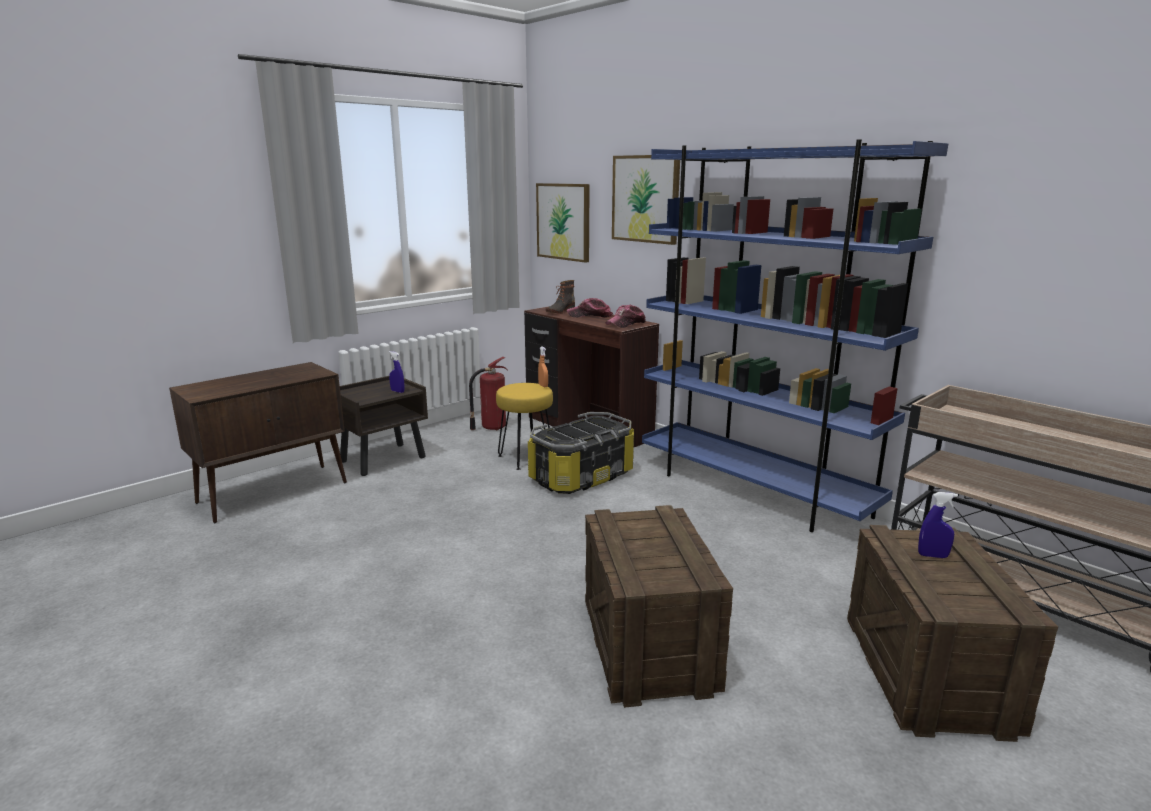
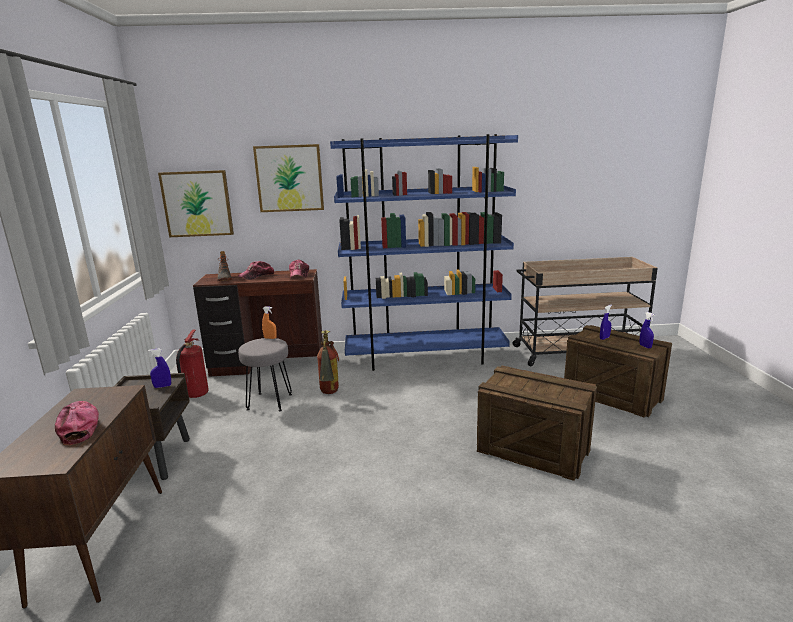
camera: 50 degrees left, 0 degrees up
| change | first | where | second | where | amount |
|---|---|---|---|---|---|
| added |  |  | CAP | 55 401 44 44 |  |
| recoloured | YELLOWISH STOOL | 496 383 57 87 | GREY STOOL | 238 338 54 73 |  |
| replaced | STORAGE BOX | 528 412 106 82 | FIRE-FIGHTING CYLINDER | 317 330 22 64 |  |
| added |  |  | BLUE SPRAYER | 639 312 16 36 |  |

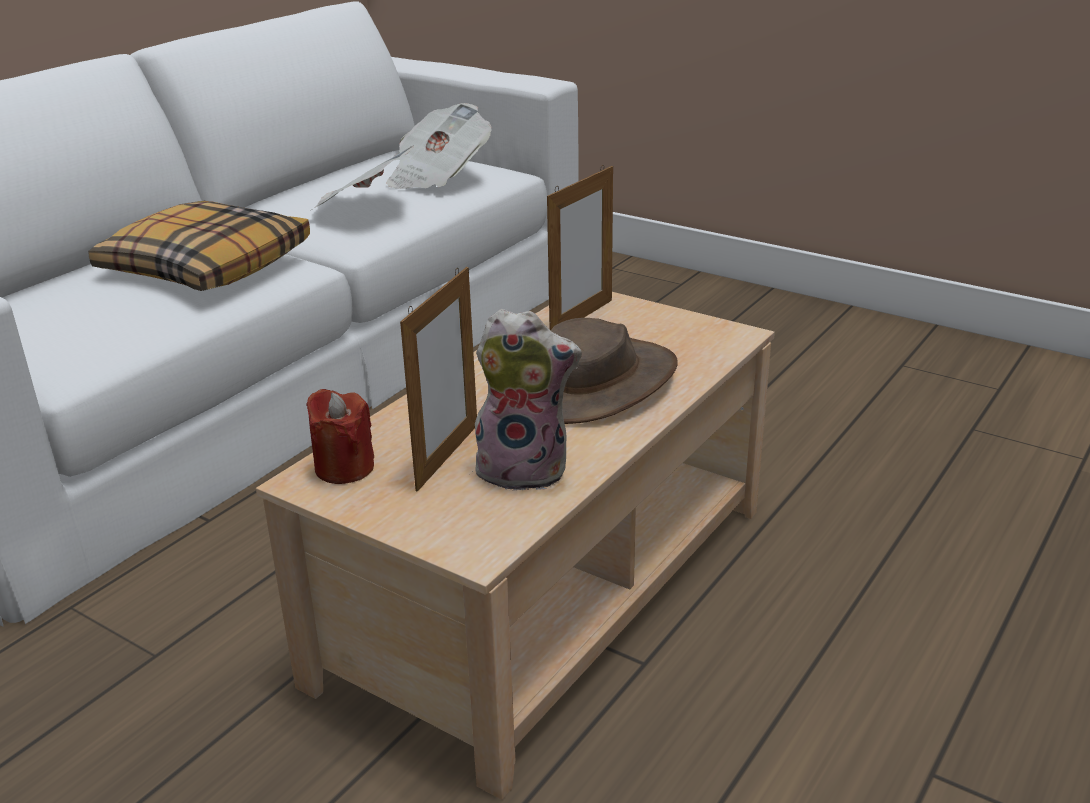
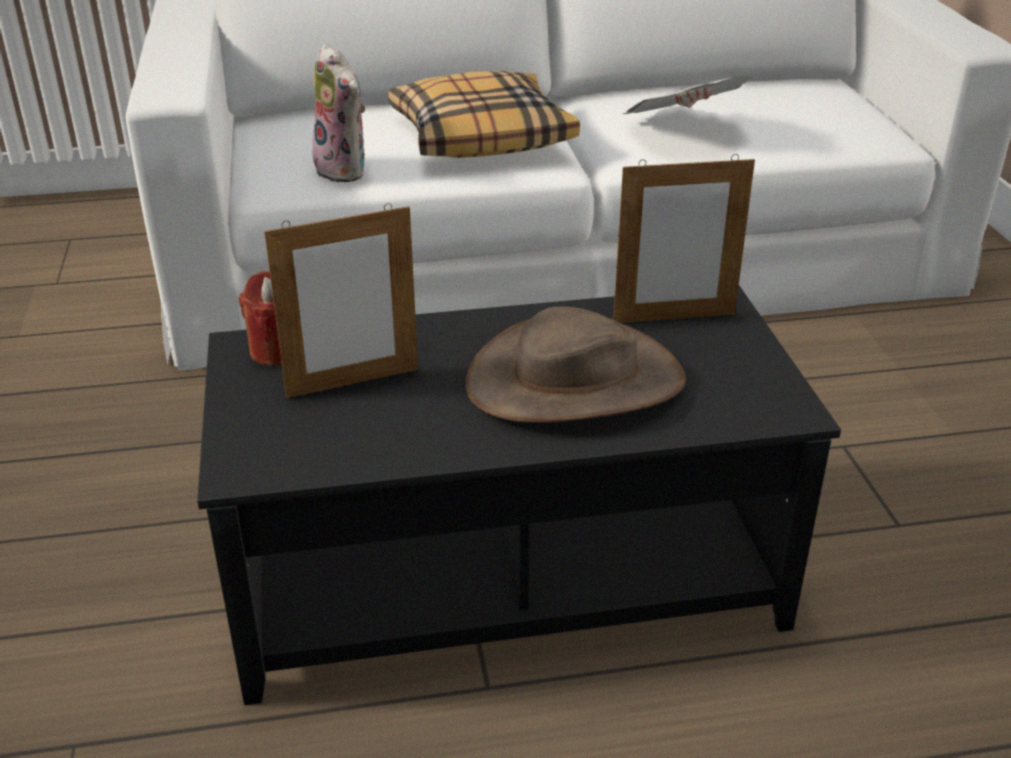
camera: 45 degrees right, 5 degrees up
| change | first | where | second | where | amount |
|---|---|---|---|---|---|
| recoloured | SAND-COLOURED COFFEE TABLE | 256 292 519 508 | BLACK COFFEE TABLE | 197 286 644 419 |  |
| moved | PLUSH TOY | 472 309 110 182 |  | 312 44 53 139 |  |
| removed | PRINTED PAPER | 387 103 104 86 |  |  |  |

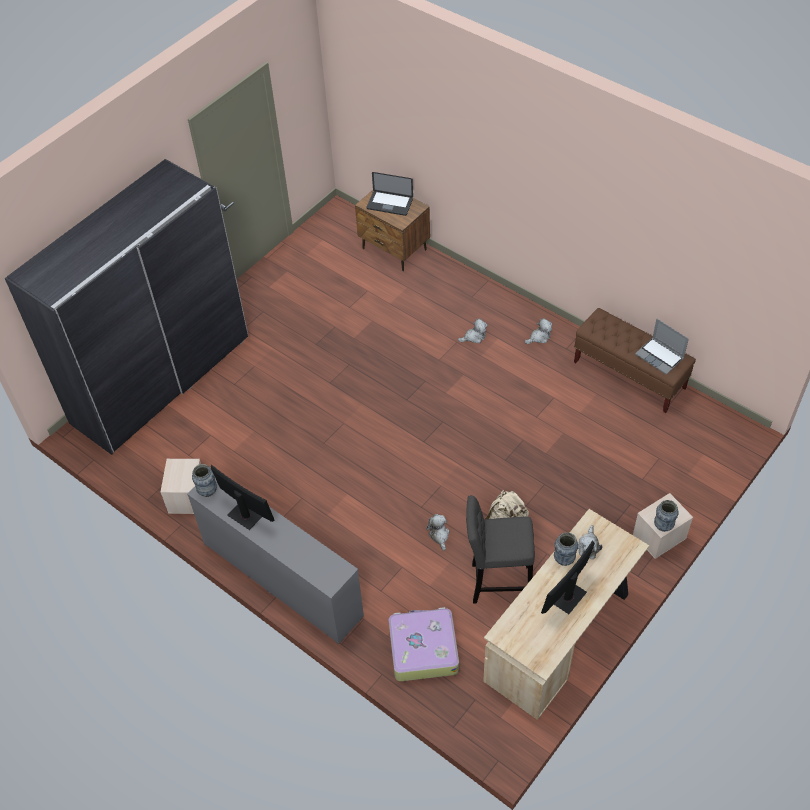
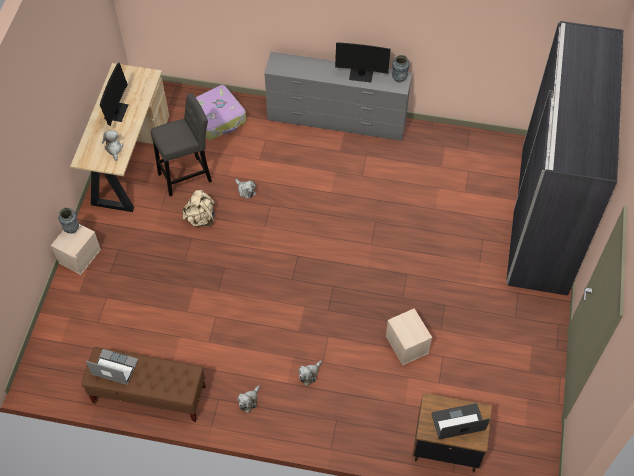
camera: 150 degrees right, 5 degrees up
| change | first | where | second | where | amount |
|---|---|---|---|---|---|
| moved | SAND-COLOURED STORAGE BOX | 160 459 41 55 |  | 386 308 46 57 |  |
| removed | FLOWER VASE | 554 532 24 34 |  |  |  |

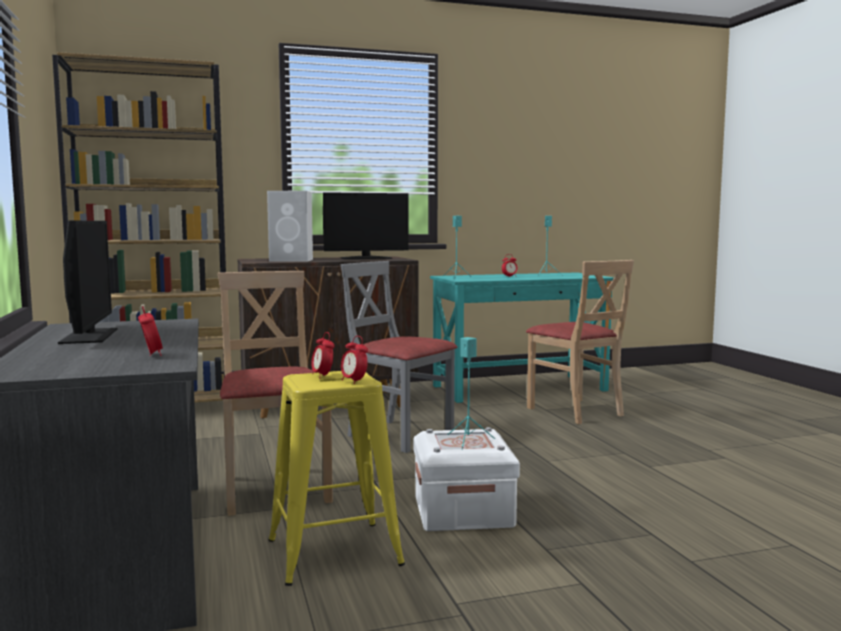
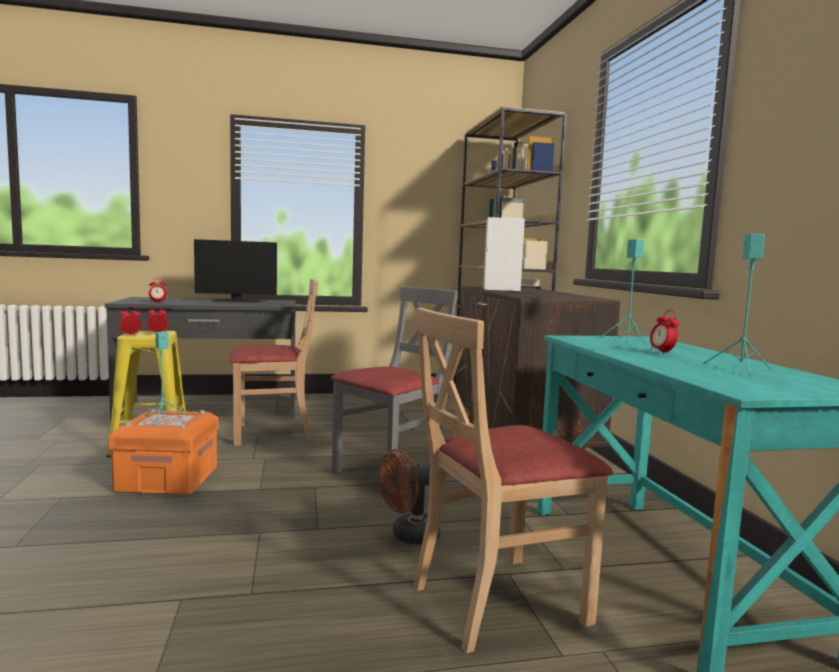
camera: 95 degrees right, 0 degrees up
| change | first | where | second | where | amount |
|---|---|---|---|---|---|
| recoloured | WHITE-COLOURED STORAGE BOX | 414 427 106 104 | ORANGE-COLOURED STORAGE BOX | 108 409 111 85 |  |
| added |  |  | BROWNISH COOLING FAN | 379 449 61 95 |  |
| removed | COMPUTER SCREEN | 323 192 86 67 |  |  |  |

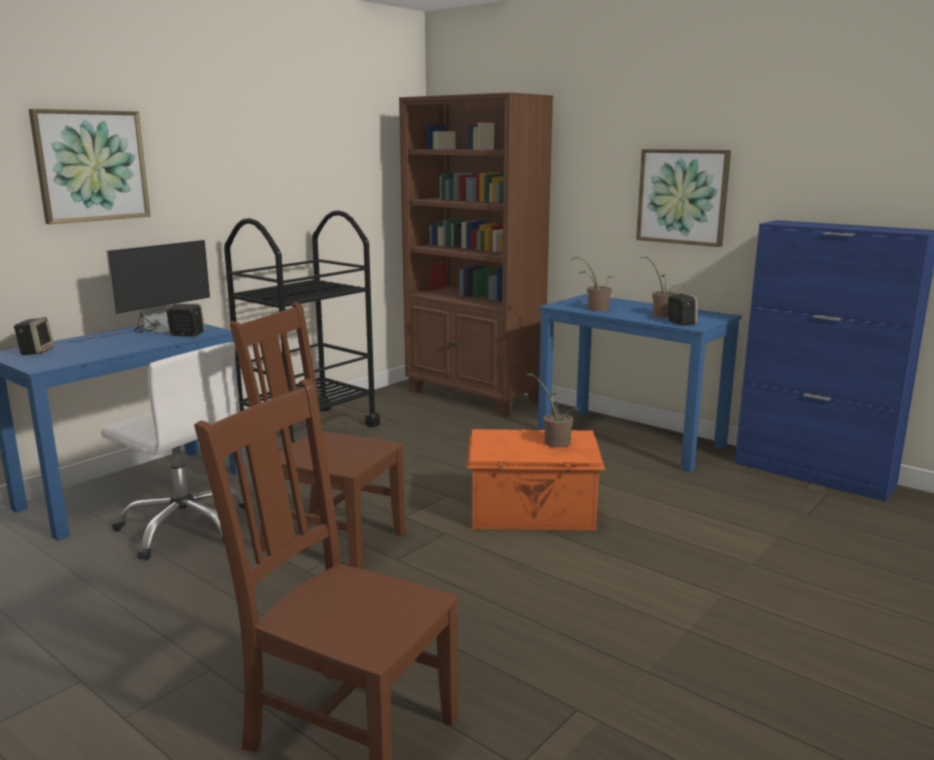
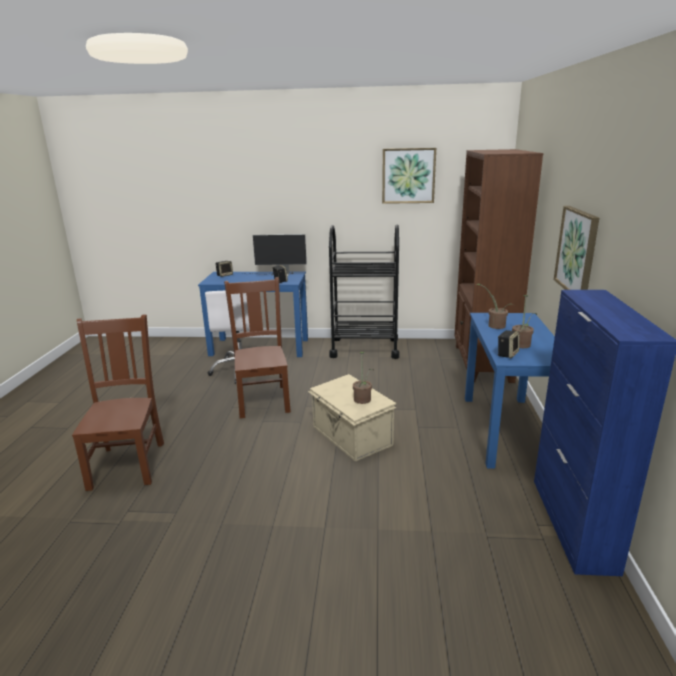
camera: 55 degrees right, 5 degrees up
| change | first | where | second | where | amount |
|---|---|---|---|---|---|
| recoloured | ORANGE-COLOURED STORAGE BOX | 467 429 138 102 | SAND-COLOURED STORAGE BOX | 308 374 88 88 |  |
| moved | WALL ART | 29 109 121 115 |  | 382 148 54 56 |  |

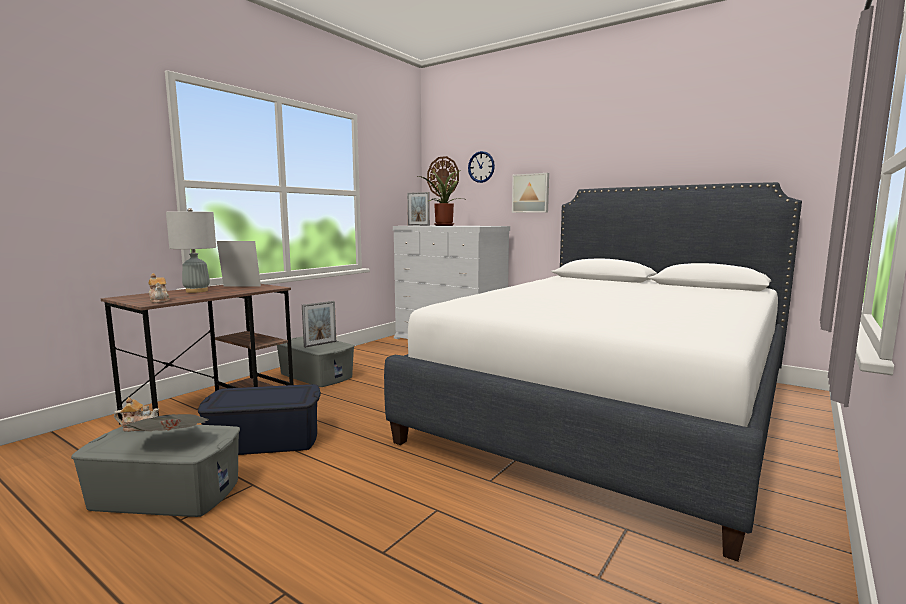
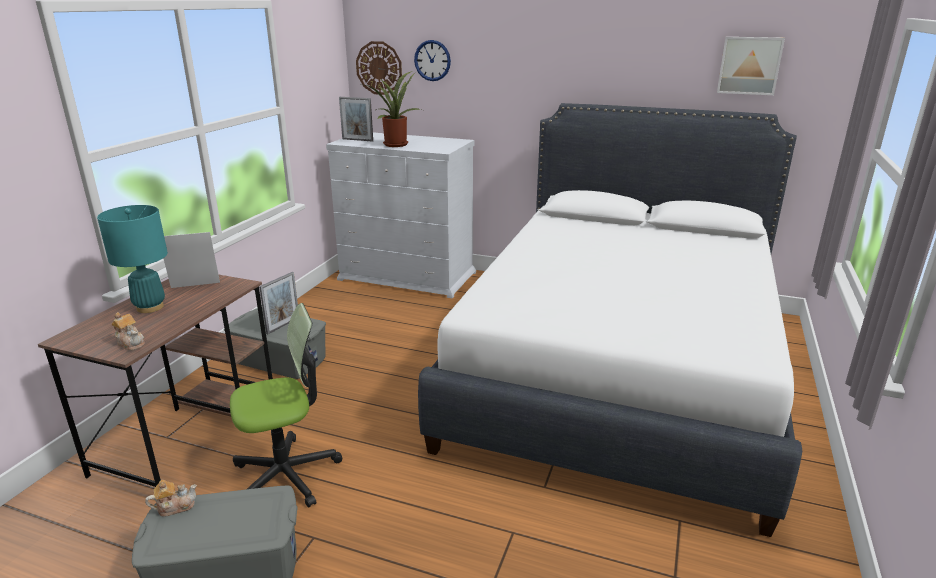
camera: 15 degrees left, 15 degrees up
| change | first | where | second | where | amount |
|---|---|---|---|---|---|
| recoloured | GREY TABLE LAMP | 166 208 50 85 | TURQUOISE TABLE LAMP | 97 205 71 108 |  |
| replaced | BLUE STORAGE BOX | 198 384 123 71 | OFFICE CHAIR | 230 303 112 205 |  |
| moved | WALL ART | 512 173 37 40 |  | 717 37 68 58 |  |
| removed | PRINTED PAPER | 123 414 86 17 |  |  |  |

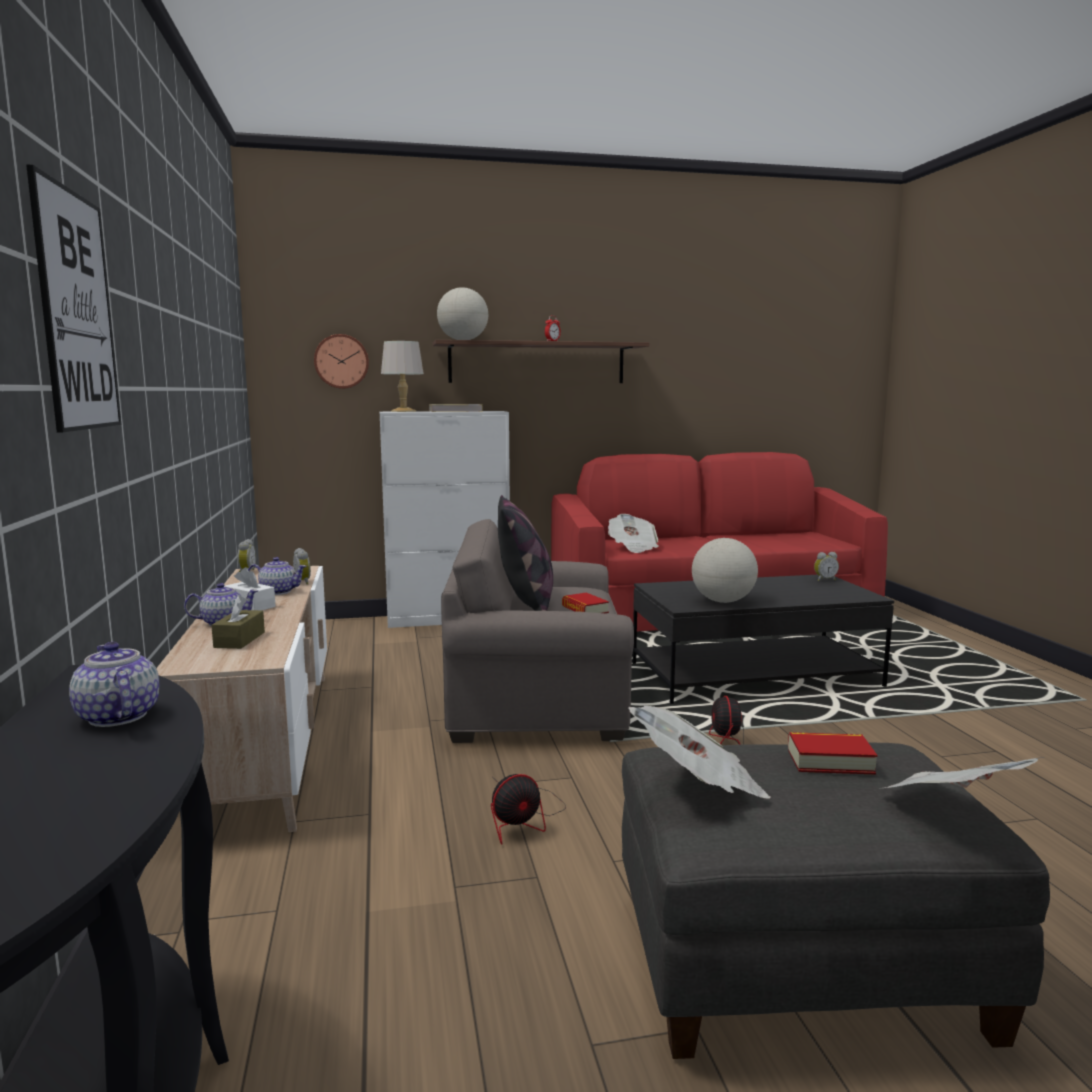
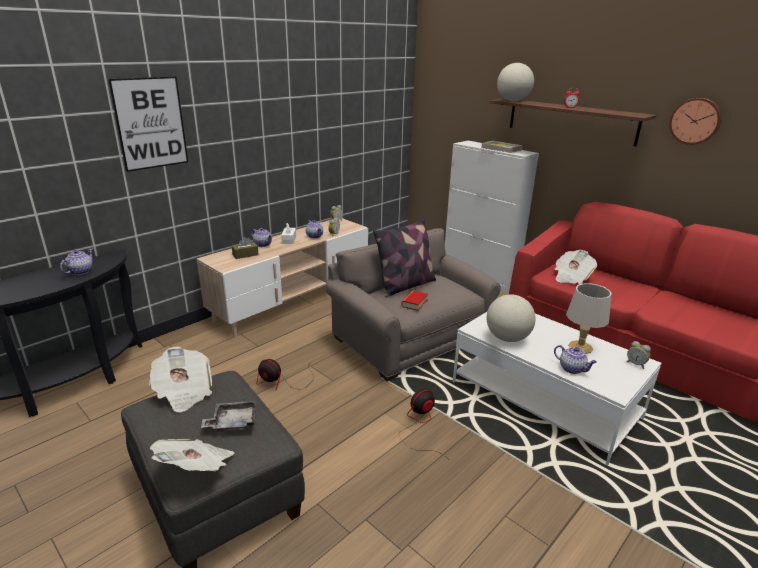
camera: 55 degrees right, 15 degrees up
| change | first | where | second | where | amount |
|---|---|---|---|---|---|
| replaced | BOUND BOOK | 788 732 90 43 | GREY TRAY | 201 401 55 31 |  |
| recoloured | BLACK COFFEE TABLE | 633 575 261 129 | WHITE-COLOURED COFFEE TABLE | 453 312 209 154 |  |
| added |  |  | TEA POT | 554 345 43 29 |  |
| moved | GREY TABLE LAMP | 381 341 43 71 |  | 566 283 46 71 |  |
| moved | HANGING CLOCK | 314 334 55 55 |  | 669 98 53 47 |  |

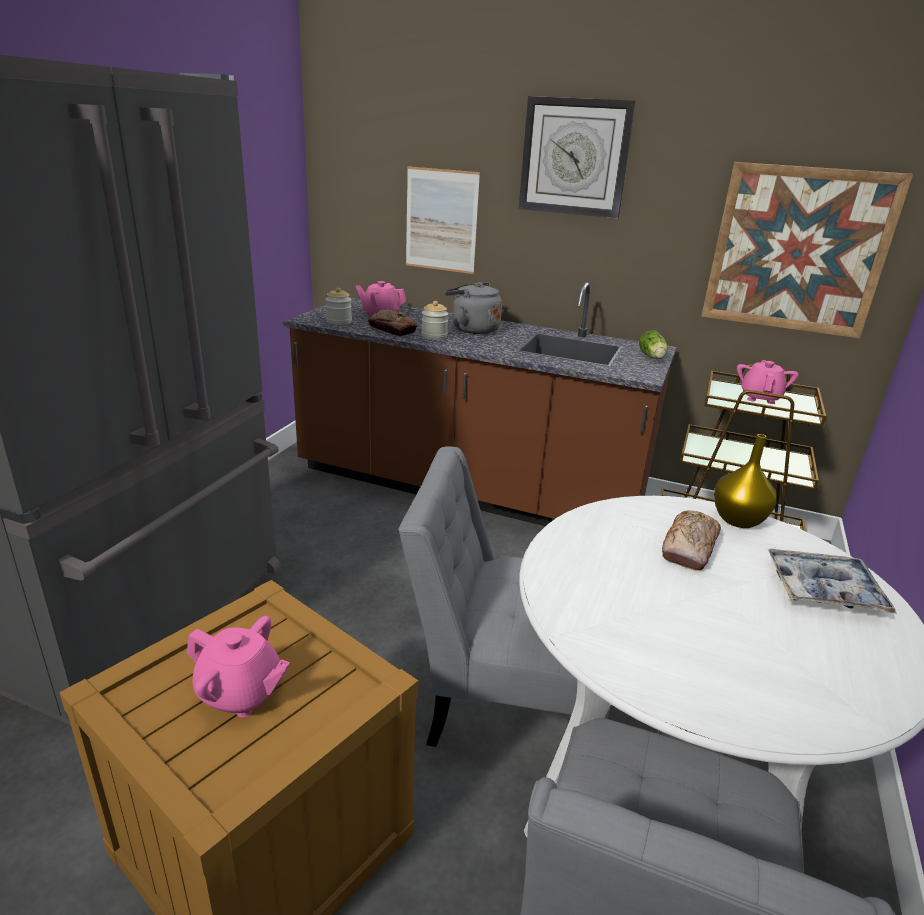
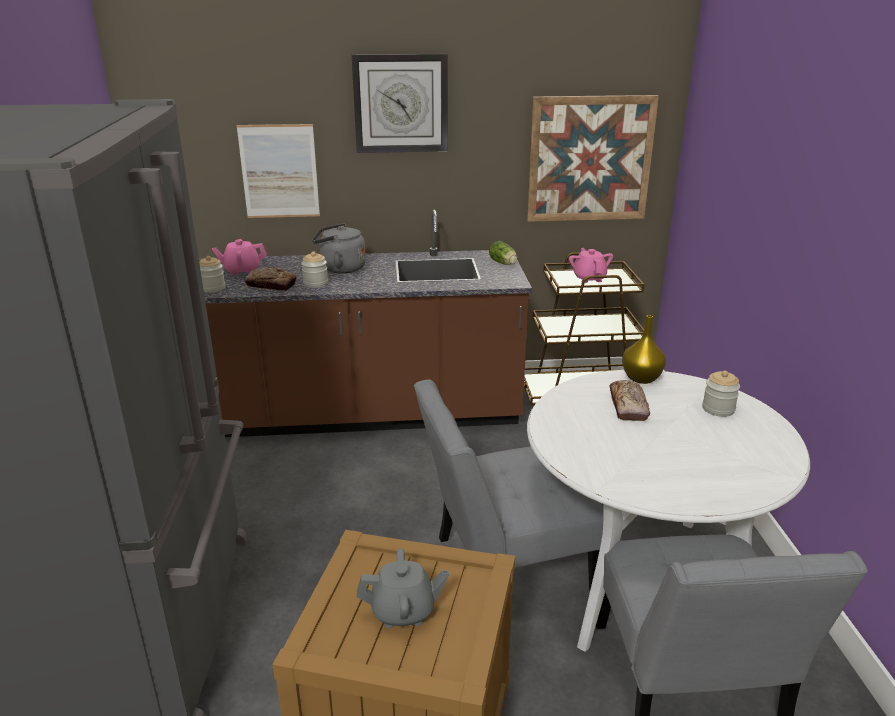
camera: 25 degrees left, 0 degrees up
| change | first | where | second | where | amount |
|---|---|---|---|---|---|
| recoloured | PINKISH TEA POT | 187 616 103 101 | GREY TEA POT | 357 548 92 80 |  |
| replaced | TRAY | 768 548 129 66 | JAR | 702 371 38 46 |  |

